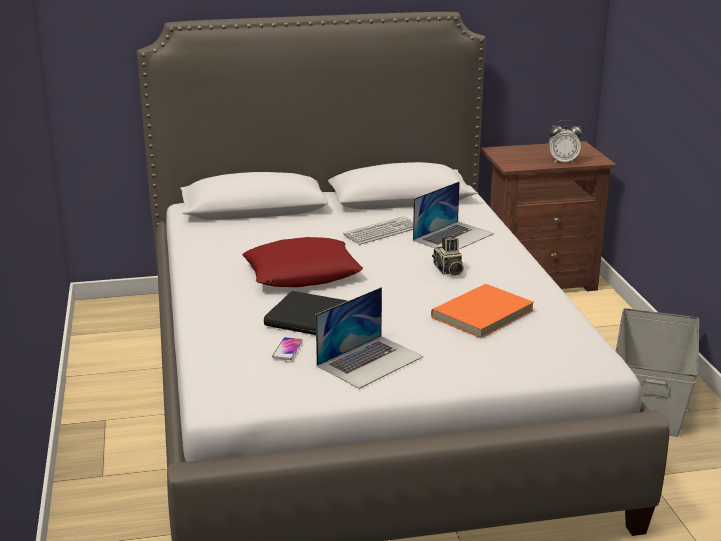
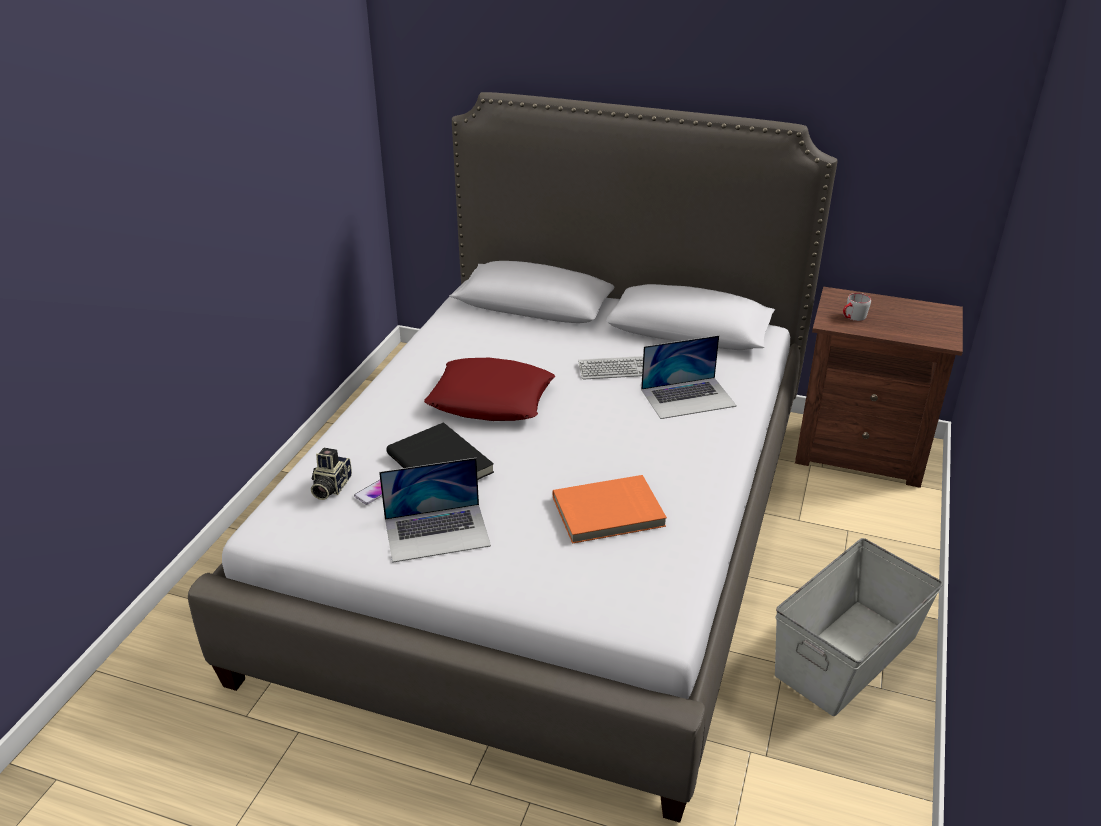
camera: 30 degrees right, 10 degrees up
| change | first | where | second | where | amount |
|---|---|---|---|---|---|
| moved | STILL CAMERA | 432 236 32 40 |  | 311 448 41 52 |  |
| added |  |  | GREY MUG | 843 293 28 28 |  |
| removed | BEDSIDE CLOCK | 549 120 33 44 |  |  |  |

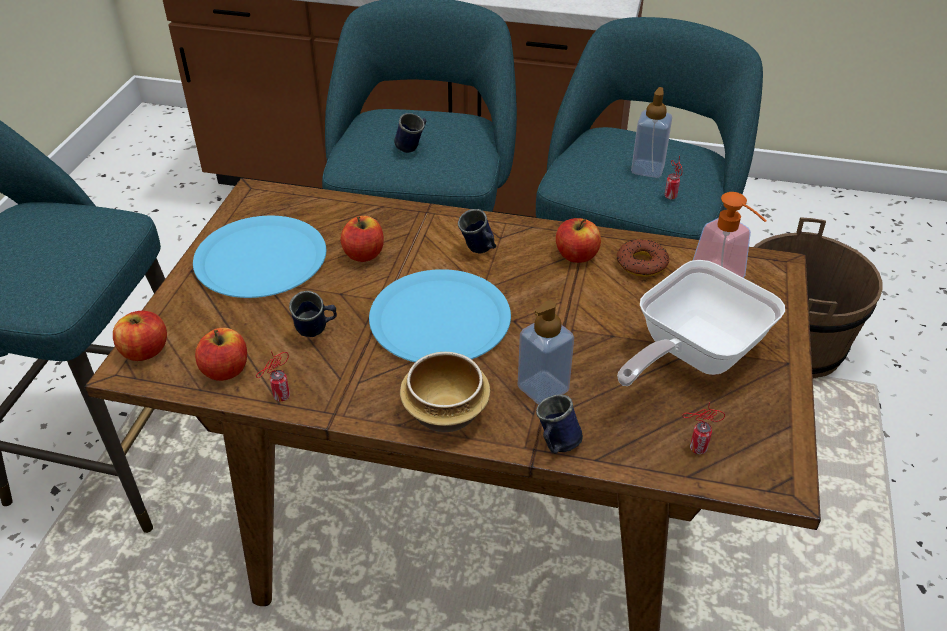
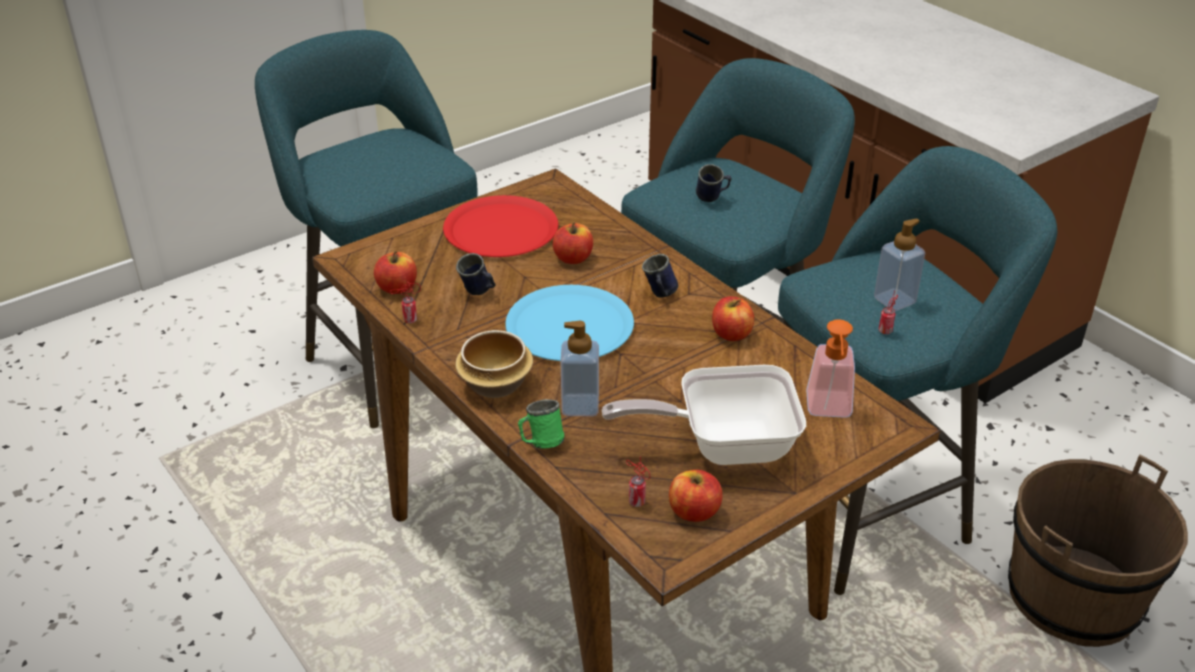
camera: 40 degrees right, 5 degrees down
| change | first | where | second | where | amount |
|---|---|---|---|---|---|
| recoloured | BLUE DINNER PLATE | 193 216 133 82 | REDDISH DINNER PLATE | 443 195 116 62 |  |
| recoloured | BLUE MUG | 536 395 47 58 | GREENISH MUG | 518 399 46 50 |  |
| moved | WHOLE APPLE | 113 311 54 50 |  | 669 470 53 52 |  |
| removed | DONUT | 617 239 52 38 |  |  |  |

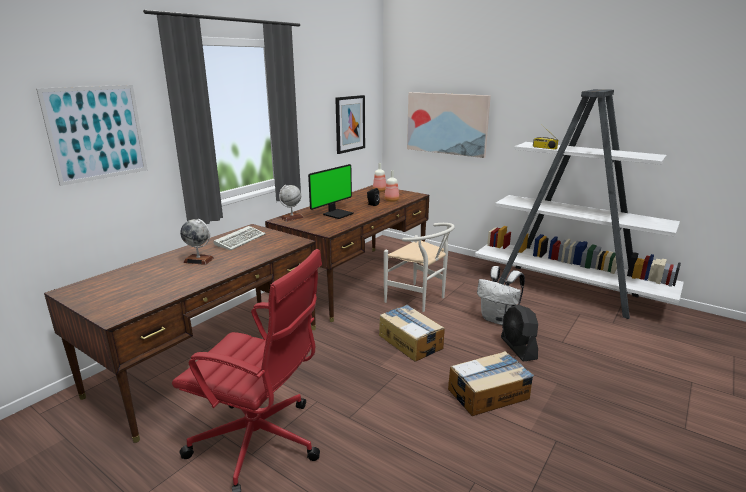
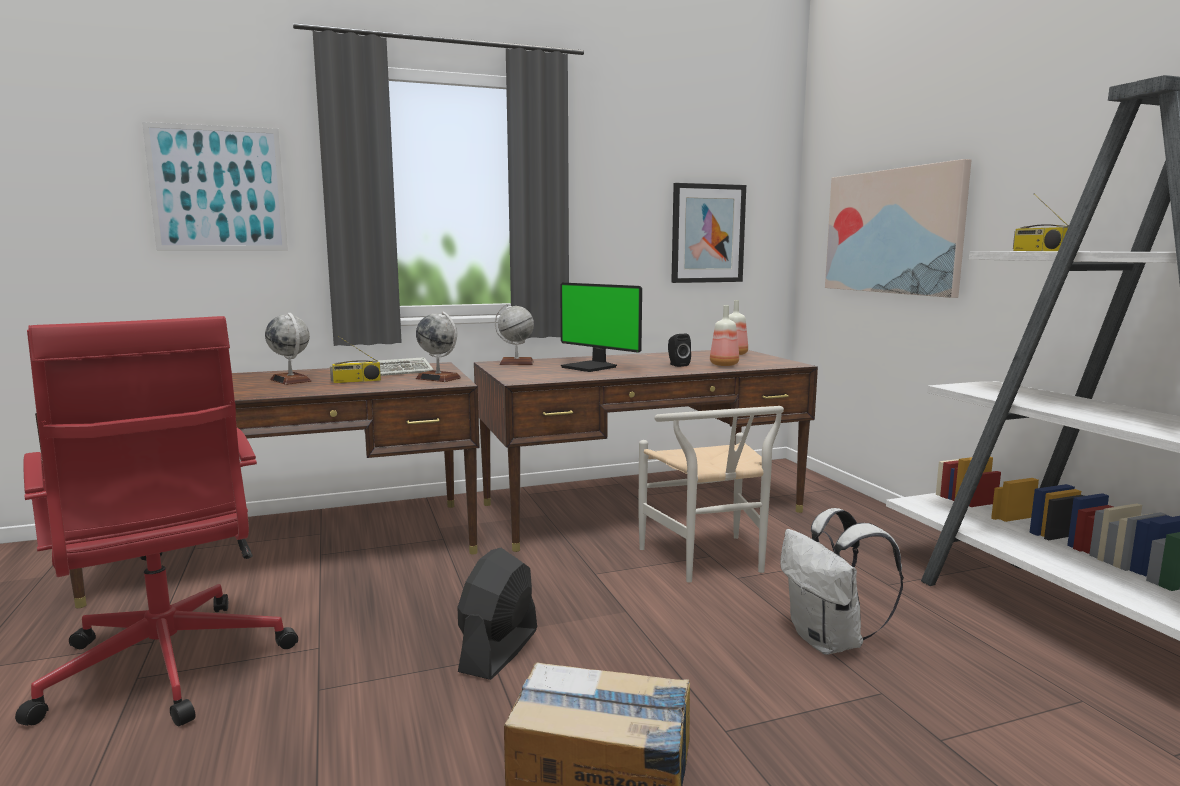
camera: 35 degrees right, 10 degrees down
| change | first | where | second | where | amount |
|---|---|---|---|---|---|
| added |  |  | RADIO RECEIVER | 330 336 51 47 |  |
| added |  |  | GLOBE | 416 311 45 71 |  |
| moved | BLACK COOLING FAN | 501 305 37 57 |  | 457 548 80 132 |  |
| turned | COMPUTER SCREEN | 308 164 45 55 |  | 560 283 82 89 | 60 degrees clockwise |
| removed | CARDBOARD BOX | 379 304 66 58 |  |  |  |

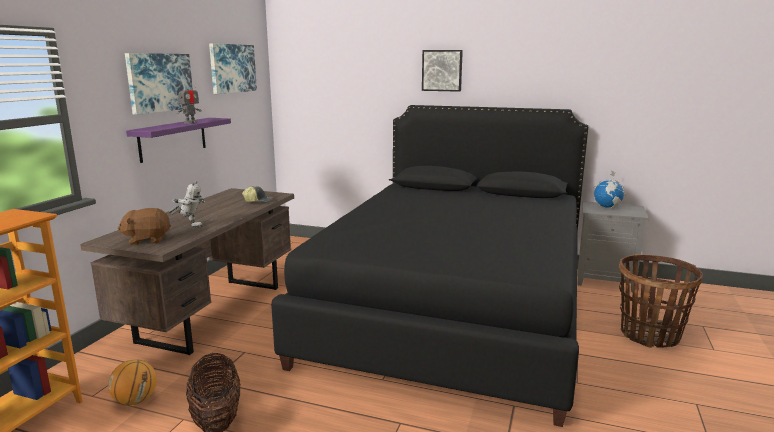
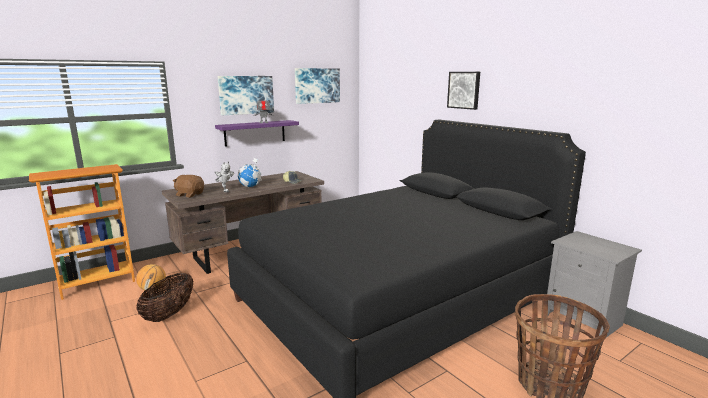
camera: 35 degrees right, 0 degrees up
| change | first | where | second | where | amount |
|---|---|---|---|---|---|
| moved | GLOBE | 594 171 32 37 |  | 238 157 24 30 |  |

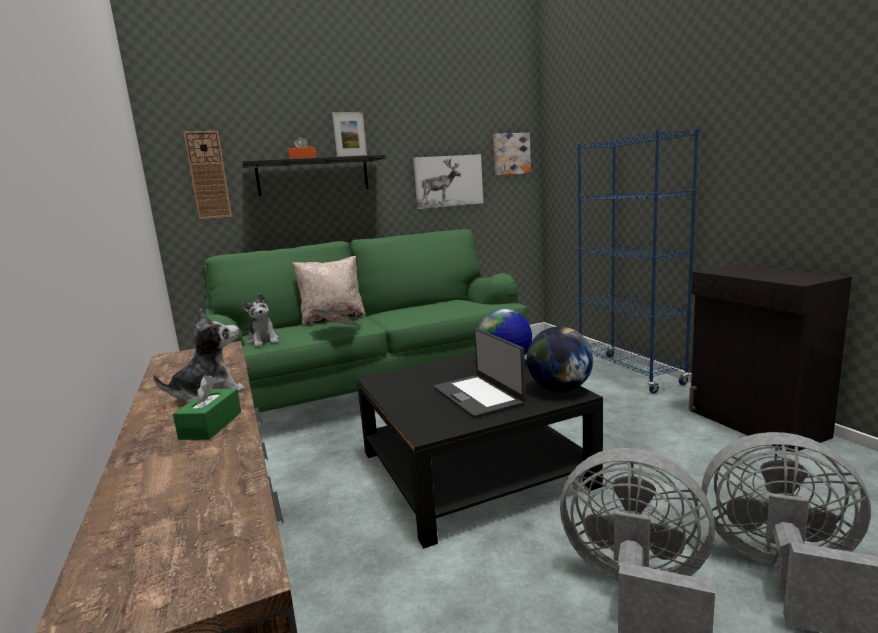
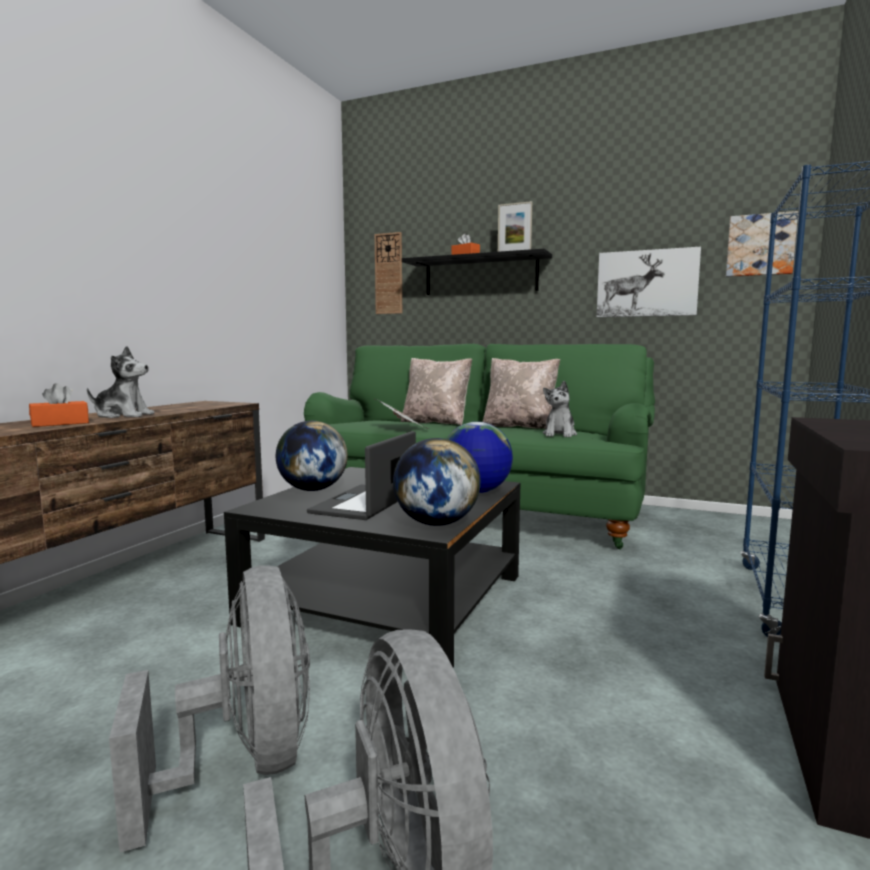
camera: 45 degrees right, 5 degrees down
| change | first | where | second | where | amount |
|---|---|---|---|---|---|
| recoloured | GREENISH TISSUE BOX | 173 375 68 65 | ORANGE-COLOURED TISSUE BOX | 29 383 60 44 |  |
| added |  |  | GLOBE | 276 421 72 70 |  |
| added |  |  | SAND-COLOURED PILLOW | 482 358 78 71 |  |
| moved | PLUSH TOY | 241 294 38 53 |  | 543 381 34 56 |  |

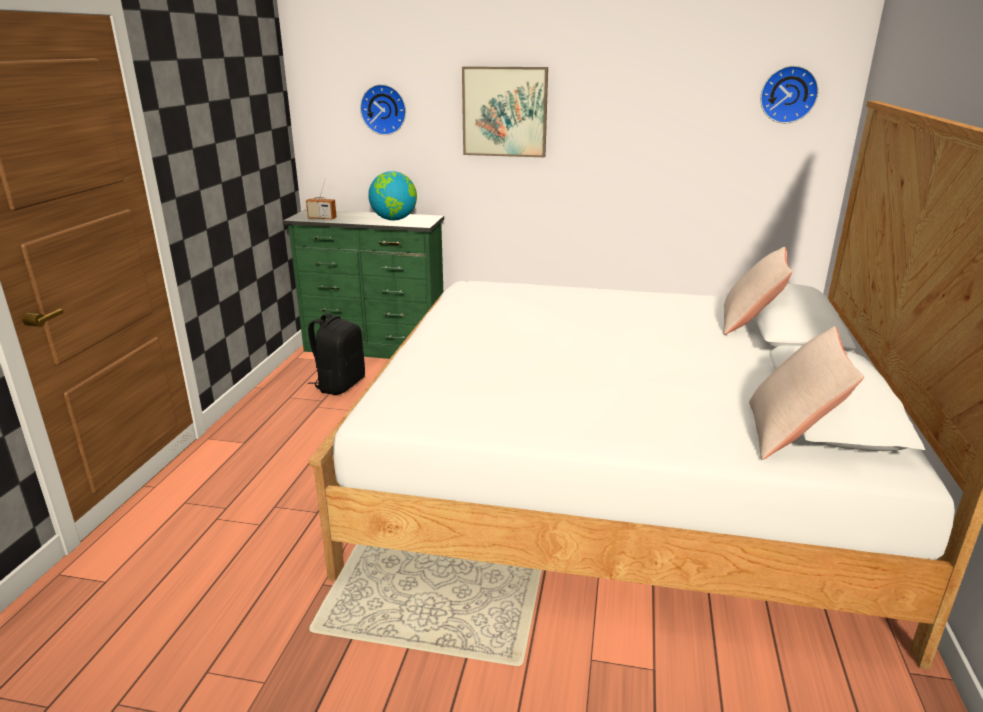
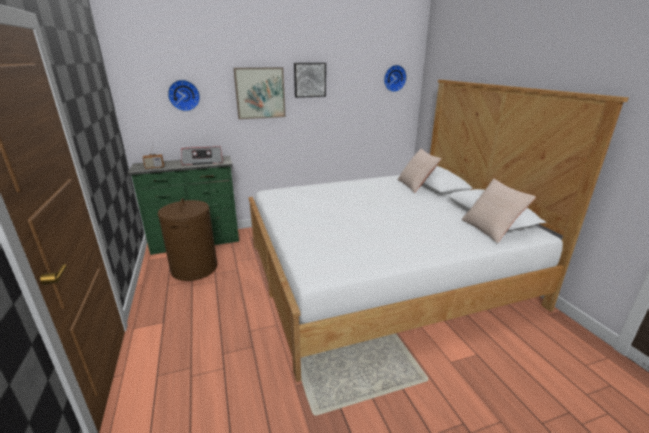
camera: 30 degrees left, 0 degrees up
| change | first | where | second | where | amount |
|---|---|---|---|---|---|
| replaced | BLACK RUCKSACK | 308 313 57 82 | BROWNISH WASHING BASKET | 158 198 59 83 |  |
| replaced | GLOBE | 368 171 49 49 | RADIO RECEIVER | 181 146 42 19 |  |
| added |  |  | WALL ART | 294 63 32 35 |  |

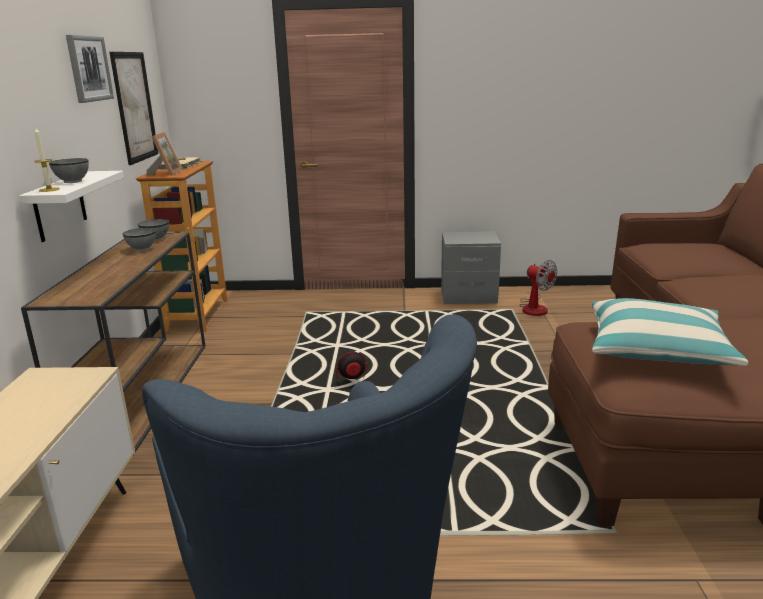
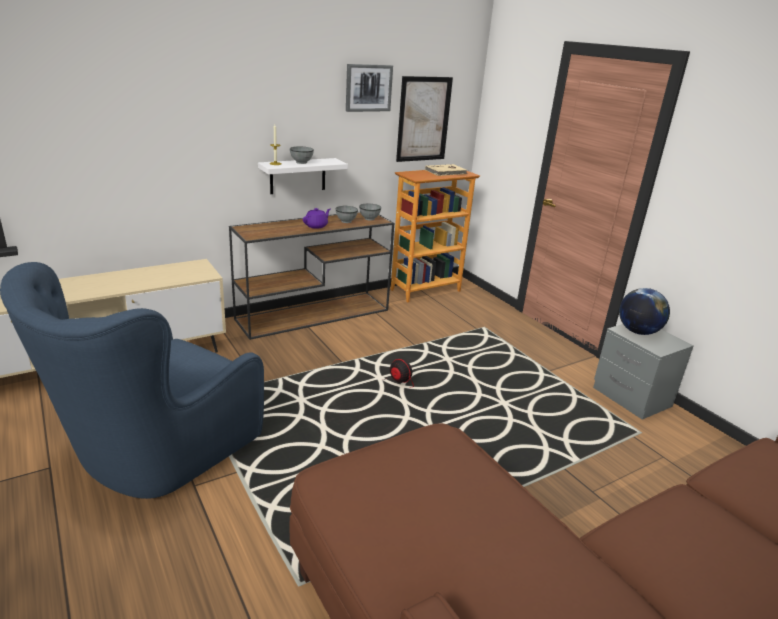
camera: 55 degrees right, 5 degrees up
| change | first | where | second | where | amount |
|---|---|---|---|---|---|
| added |  |  | PURPLE-COLOURED TEA POT | 303 208 27 21 |  |
| added |  |  | GLOBE | 619 288 51 47 |  |
| removed | STANDING FRAME | 146 132 37 44 |  |  |  |
| removed | COOLING FAN | 519 260 38 56 |  |  |  |
| removed | PILLOW | 592 298 156 68 |  |  |  |

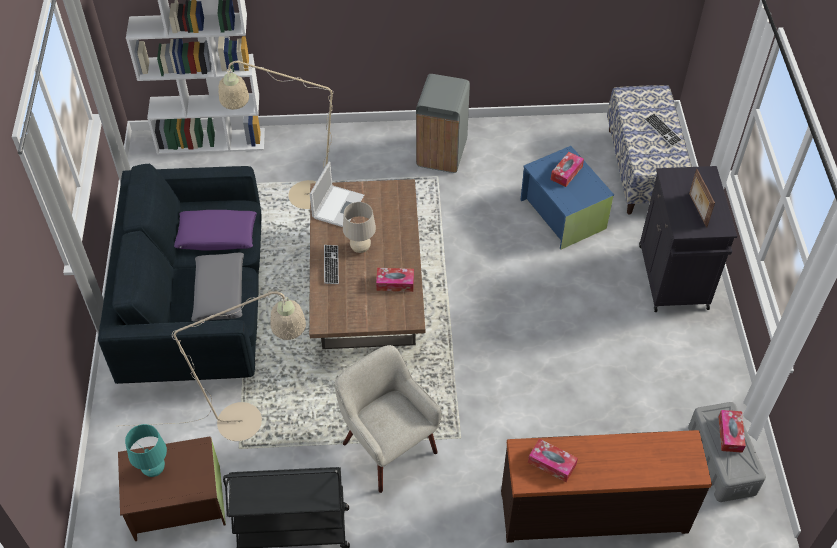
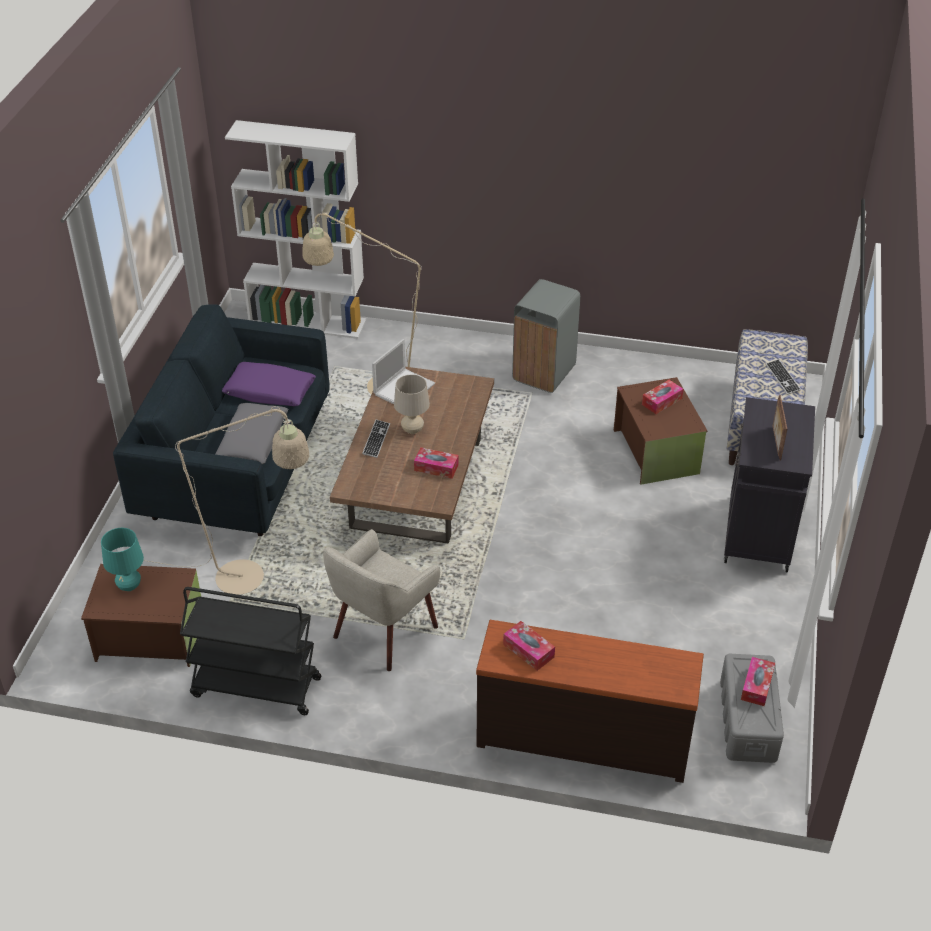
camera: 15 degrees right, 10 degrees down
| change | first | where | second | where | amount |
|---|---|---|---|---|---|
| turned | SAND-COLOURED LOUNGE CHAIR | 335 345 107 148 |  | 323 529 117 142 | 120 degrees counterclockwise |
| recoloured | BLUE STORAGE BOX | 520 146 94 104 | BROWNISH STORAGE BOX | 614 377 93 108 |  |

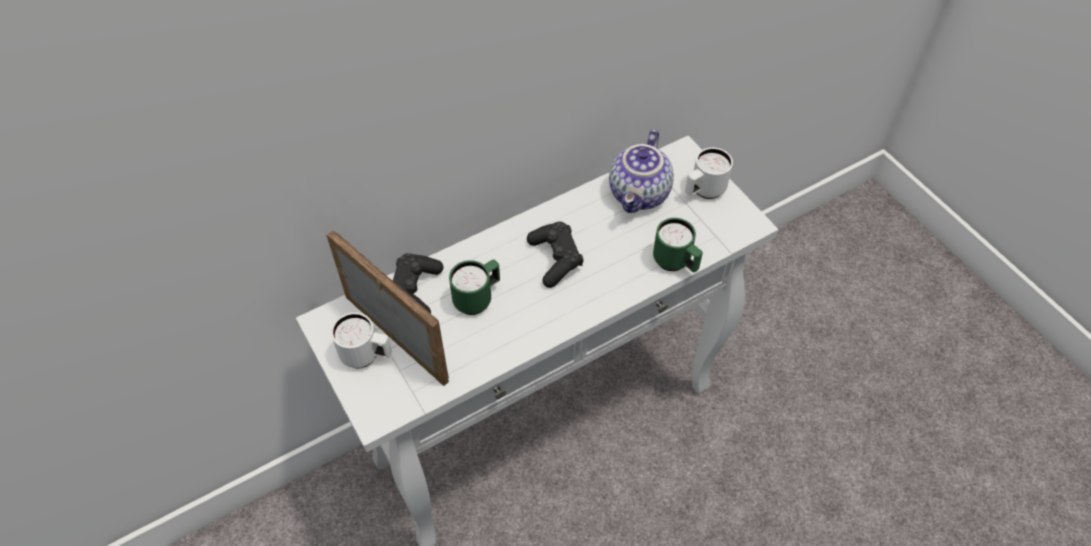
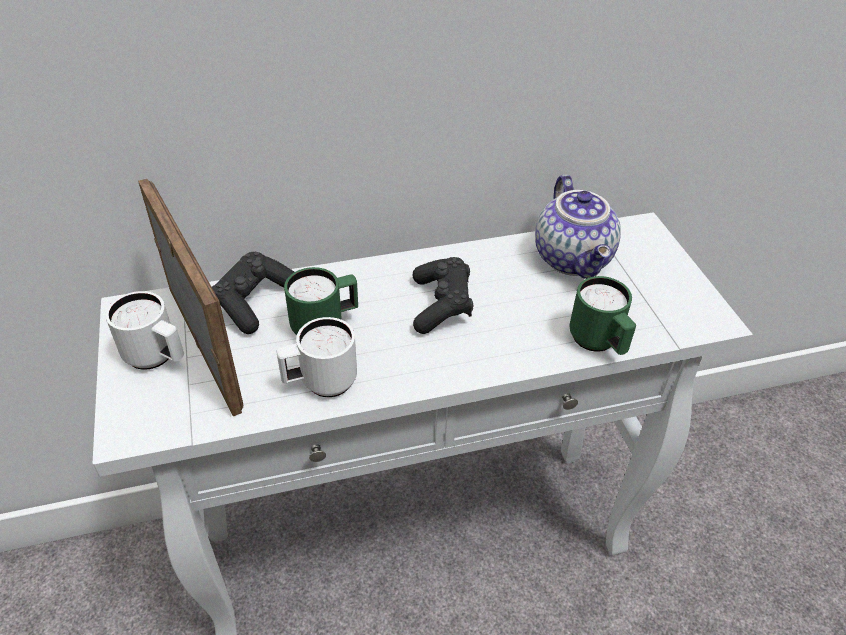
camera: 15 degrees right, 10 degrees down
| change | first | where | second | where | amount |
|---|---|---|---|---|---|
| moved | WHITE-COLOURED MUG | 685 147 48 52 |  | 276 317 81 80 |  |
| turned | TEA POT | 609 129 65 84 |  | 535 174 86 105 | 45 degrees counterclockwise |

